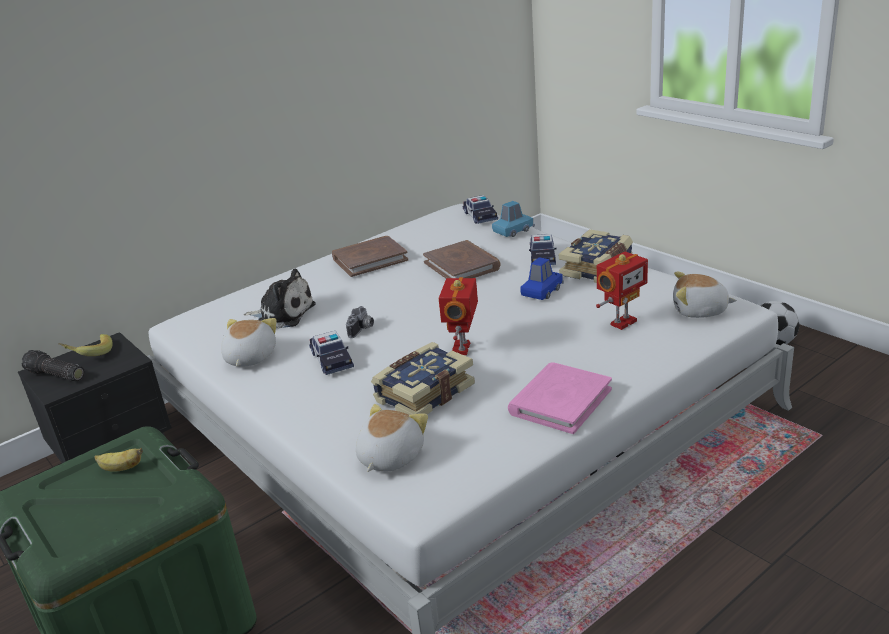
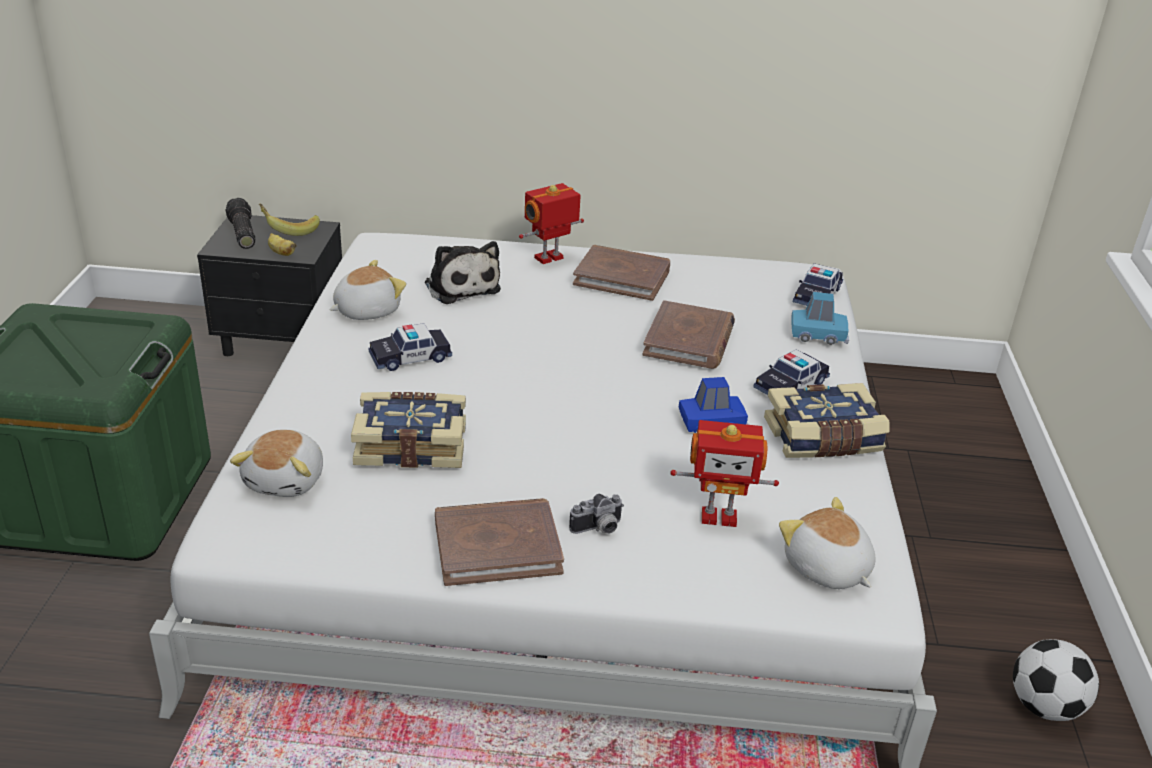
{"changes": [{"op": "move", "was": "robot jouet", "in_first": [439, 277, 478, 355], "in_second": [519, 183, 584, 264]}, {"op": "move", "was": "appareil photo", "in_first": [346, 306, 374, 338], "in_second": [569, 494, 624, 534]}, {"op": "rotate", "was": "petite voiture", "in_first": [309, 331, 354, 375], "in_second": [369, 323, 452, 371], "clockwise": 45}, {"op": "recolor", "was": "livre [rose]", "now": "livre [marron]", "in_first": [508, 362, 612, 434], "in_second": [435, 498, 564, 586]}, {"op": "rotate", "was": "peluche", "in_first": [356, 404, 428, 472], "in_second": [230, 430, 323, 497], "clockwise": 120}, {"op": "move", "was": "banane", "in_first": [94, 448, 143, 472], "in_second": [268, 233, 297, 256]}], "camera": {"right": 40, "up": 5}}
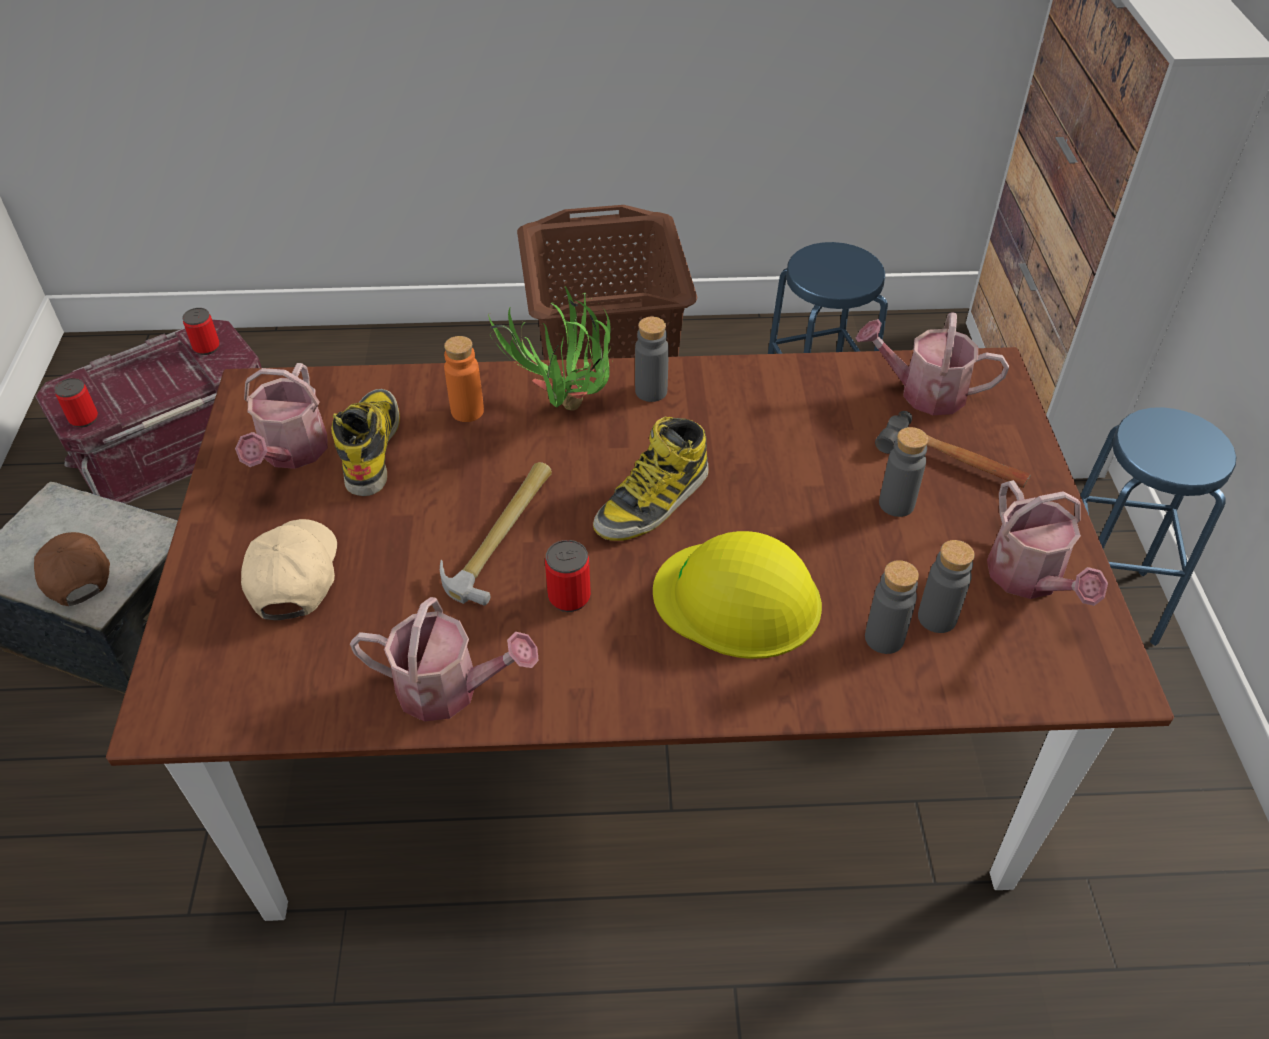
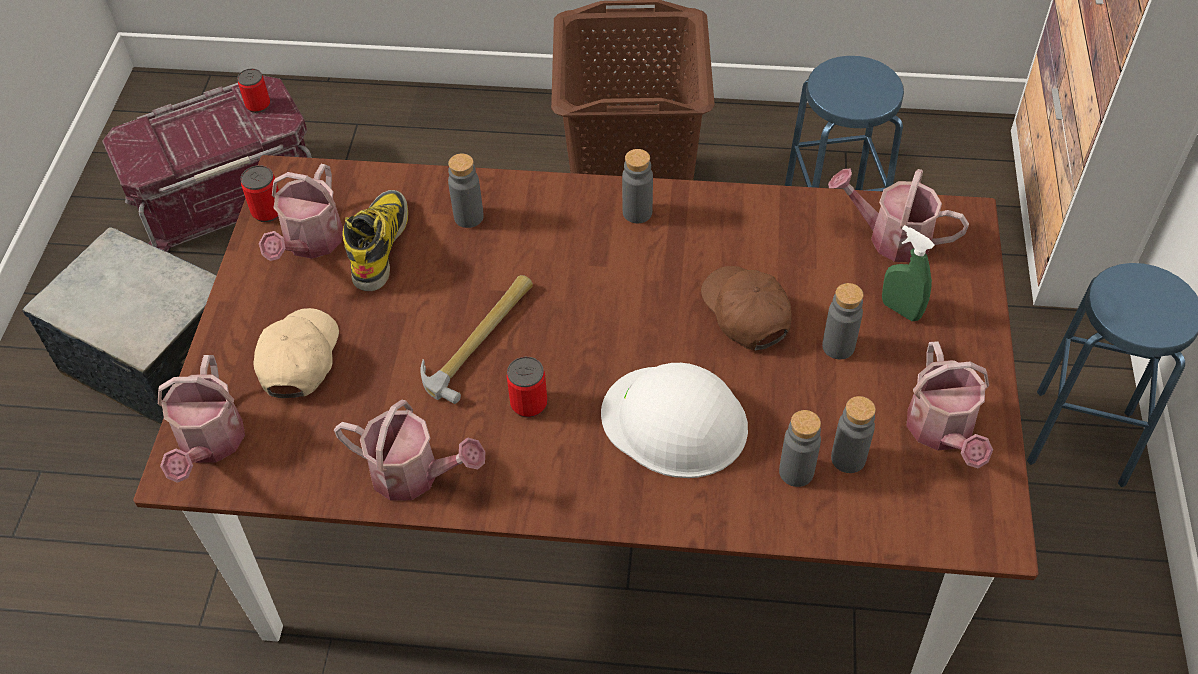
{"changes": [{"op": "delete", "was": "plante en pot", "in_first": [488, 286, 613, 411]}, {"op": "recolor", "was": "bouteille [orange]", "now": "bouteille [gris]", "in_first": [444, 336, 484, 422], "in_second": [448, 154, 484, 228]}, {"op": "move", "was": "boîte métallique", "in_first": [55, 378, 98, 428], "in_second": [240, 165, 279, 222]}, {"op": "replace", "was": "marteau", "now": "vaporisateur [vert]", "in_first": [875, 411, 1031, 488], "in_second": [882, 225, 935, 321]}, {"op": "delete", "was": "botte", "in_first": [593, 417, 708, 541]}, {"op": "recolor", "was": "casque de chantier [jaune]", "now": "casque de chantier [blanc]", "in_first": [653, 531, 822, 659], "in_second": [601, 363, 748, 478]}, {"op": "move", "was": "casquette [marron]", "in_first": [34, 532, 110, 606], "in_second": [701, 266, 792, 351]}, {"op": "insert", "now": "arrosoir", "in_second": [158, 355, 245, 483]}], "camera": {"right": 10, "up": 5}}
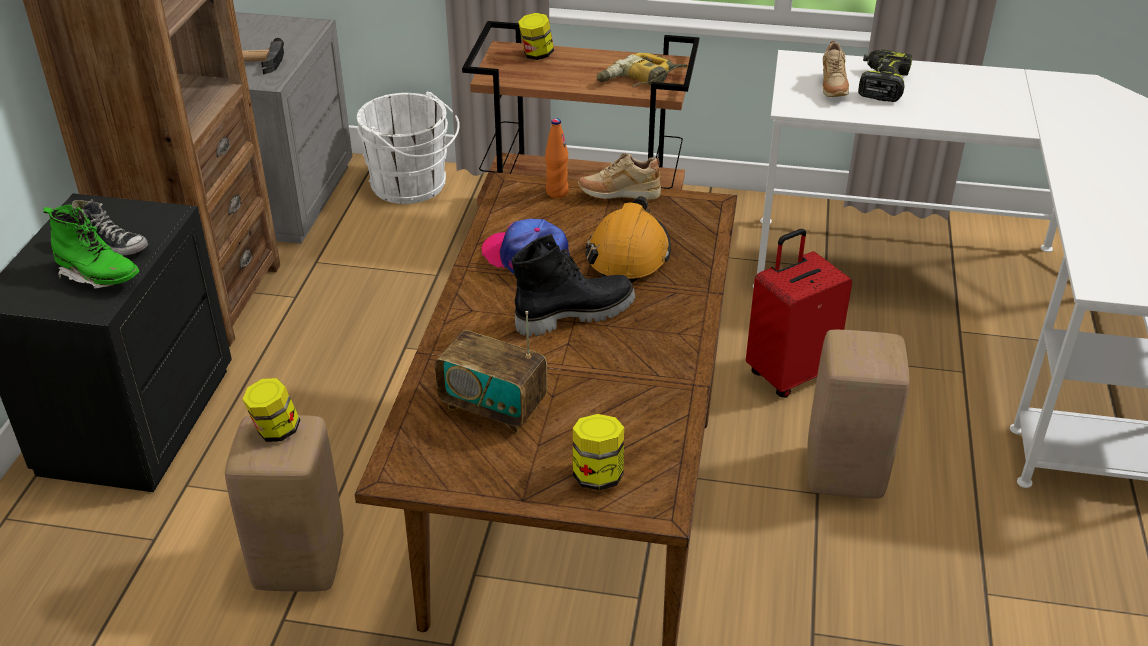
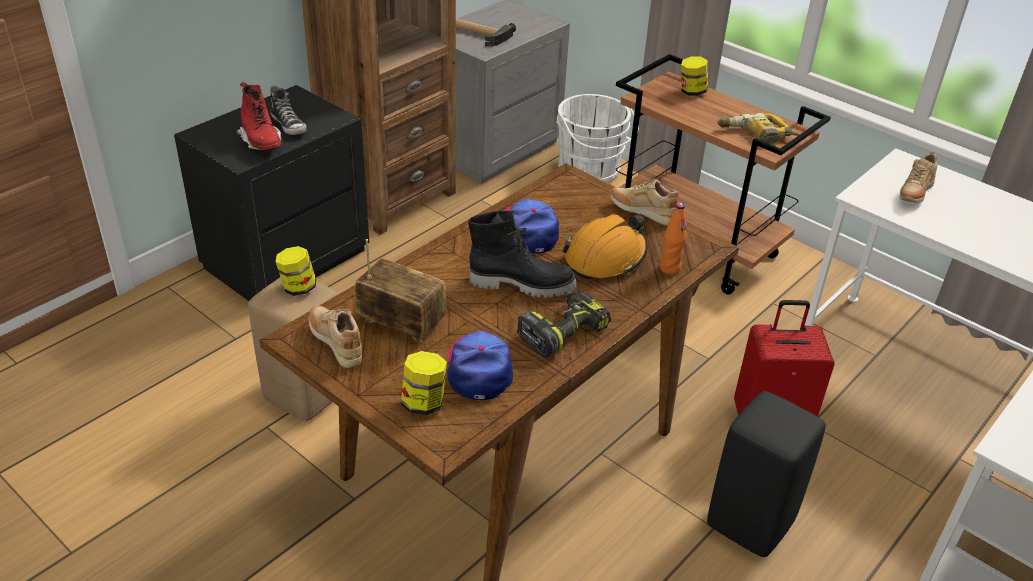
{"changes": [{"op": "move", "was": "perceuse", "in_first": [858, 49, 912, 102], "in_second": [517, 291, 611, 358]}, {"op": "move", "was": "bouteille [orange]", "in_first": [545, 118, 569, 198], "in_second": [660, 203, 687, 275]}, {"op": "recolor", "was": "botte [vert]", "now": "botte [rouge]", "in_first": [43, 204, 139, 289], "in_second": [237, 82, 281, 150]}, {"op": "rotate", "was": "radio", "in_first": [435, 311, 547, 433], "in_second": [354, 239, 446, 343], "clockwise": 150}, {"op": "recolor", "was": "tabouret [beige]", "now": "tabouret [noir]", "in_first": [807, 330, 910, 499], "in_second": [707, 391, 826, 557]}, {"op": "insert", "now": "chaussure [beige]", "in_second": [308, 305, 362, 368]}, {"op": "insert", "now": "casquette", "in_second": [447, 330, 513, 400]}], "camera": {"right": 30, "up": 0}}
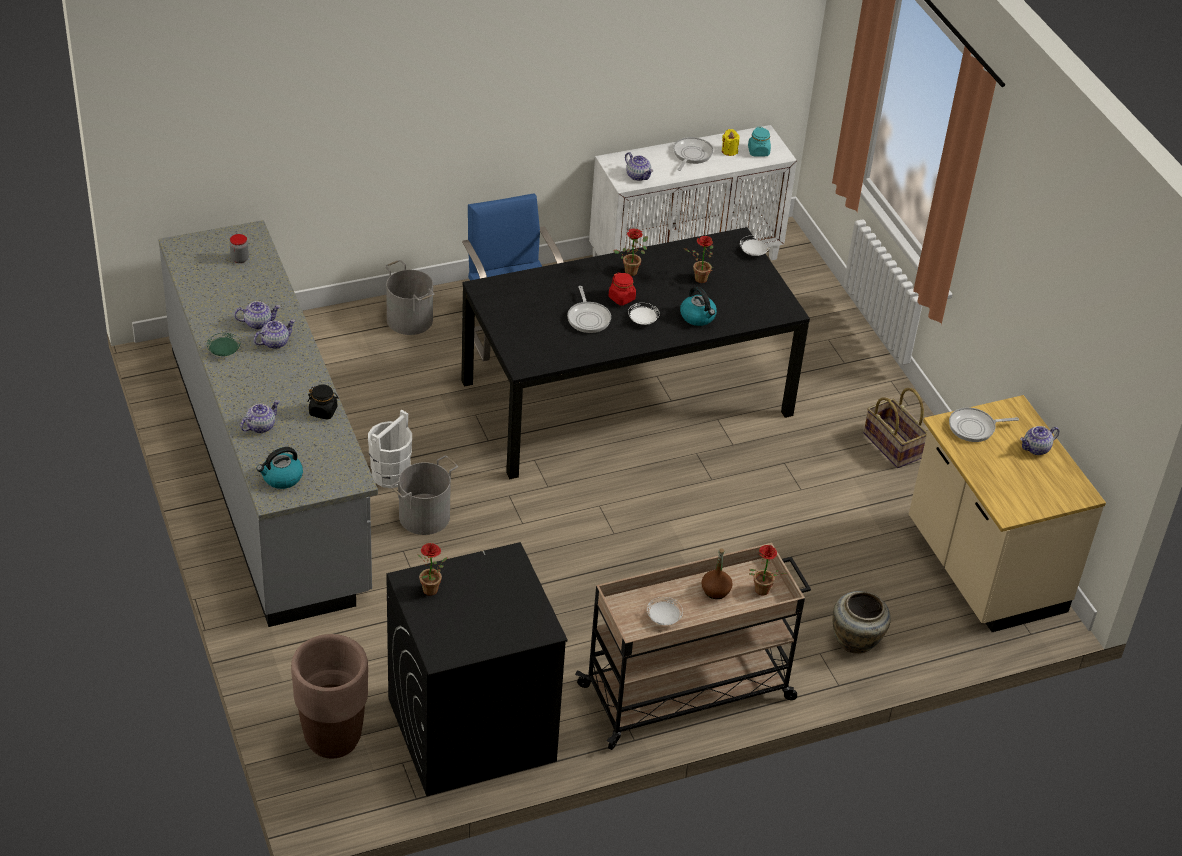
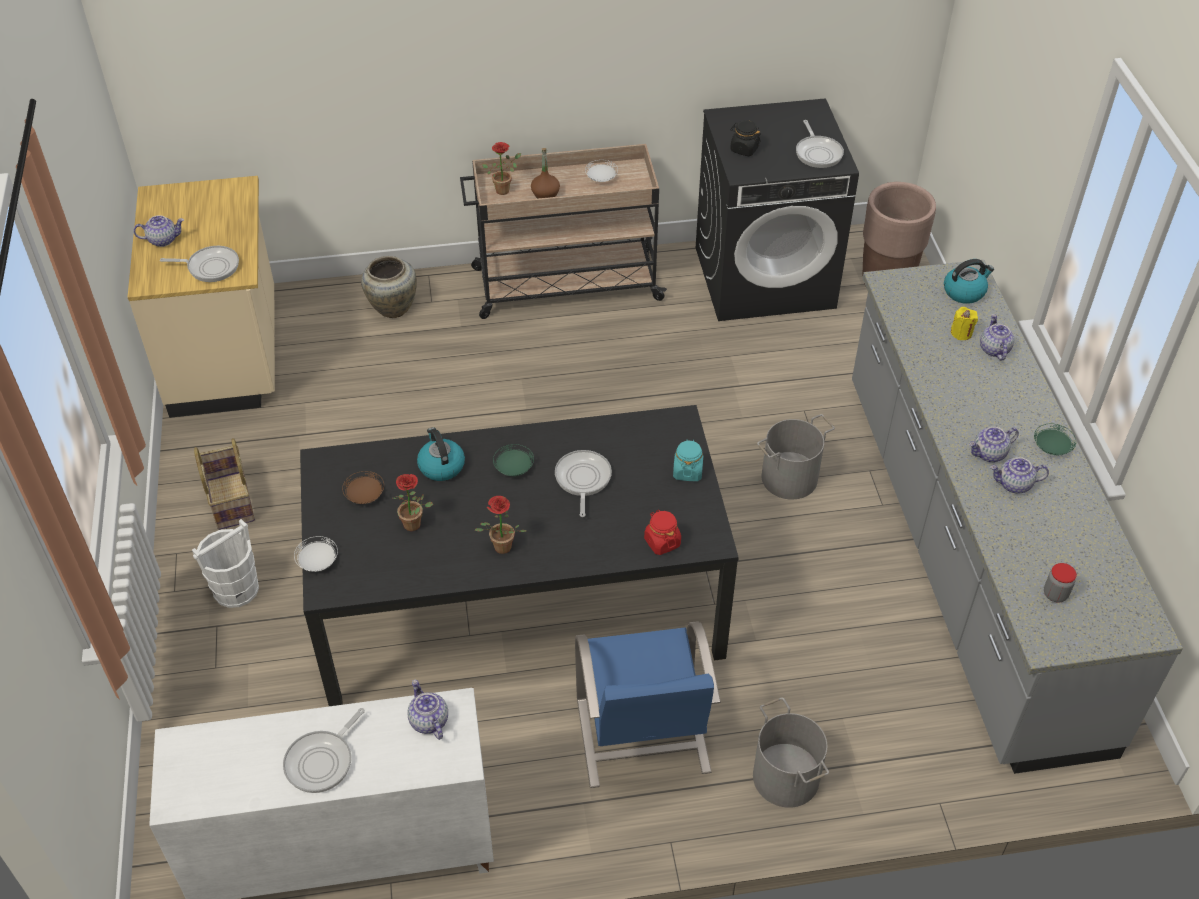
{"changes": [{"op": "move", "was": "bocal [turquoise]", "in_first": [748, 127, 771, 157], "in_second": [673, 439, 703, 481]}, {"op": "move", "was": "bougie [jaune]", "in_first": [722, 129, 739, 156], "in_second": [951, 307, 978, 340]}, {"op": "move", "was": "bocal [rouge]", "in_first": [609, 272, 636, 306], "in_second": [644, 510, 681, 555]}, {"op": "recolor", "was": "assiette [blanc]", "now": "assiette [vert]", "in_first": [628, 303, 660, 325], "in_second": [493, 444, 534, 476]}, {"op": "move", "was": "bocal [noir]", "in_first": [308, 384, 339, 420], "in_second": [730, 120, 761, 156]}, {"op": "rotate", "was": "théière", "in_first": [240, 400, 280, 433], "in_second": [980, 314, 1014, 361], "clockwise": 120}, {"op": "move", "was": "seau [blanc]", "in_first": [368, 410, 412, 488], "in_second": [192, 519, 259, 608]}, {"op": "replace", "was": "plante en pot", "now": "poêle", "in_first": [418, 543, 447, 596], "in_second": [796, 120, 844, 168]}, {"op": "insert", "now": "assiette [marron]", "in_second": [342, 471, 384, 504]}], "camera": {"right": -165, "up": 5}}
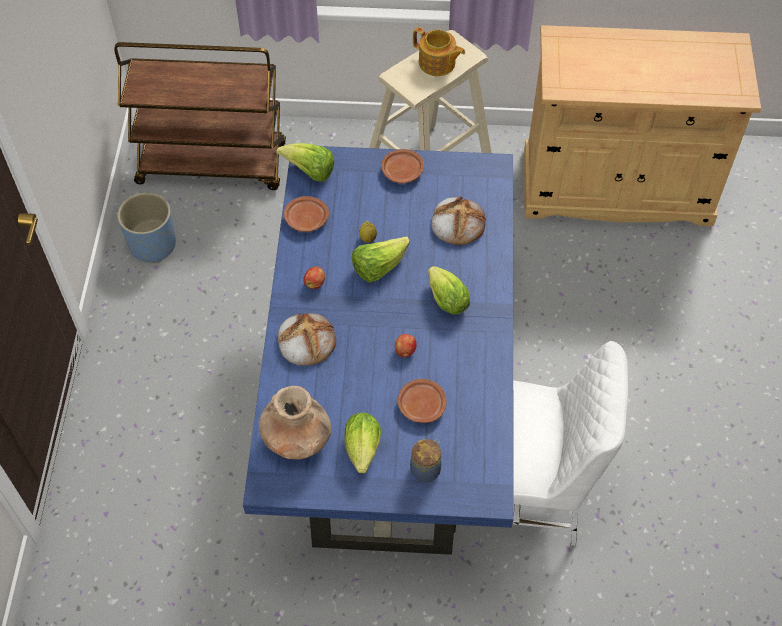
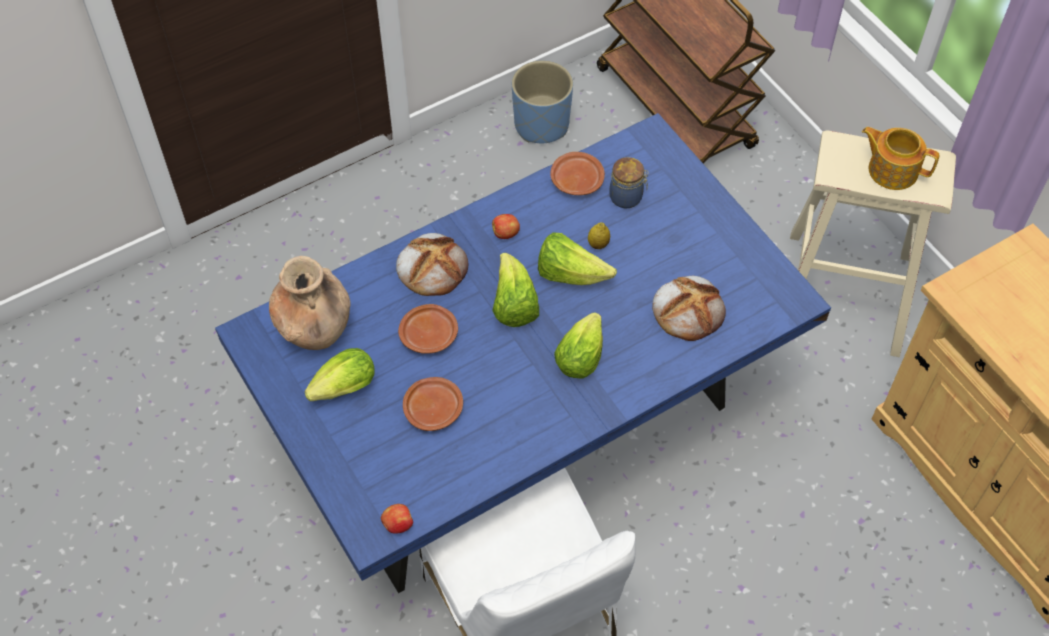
{"changes": [{"op": "rotate", "was": "théière", "in_first": [413, 27, 465, 76], "in_second": [862, 127, 939, 190], "clockwise": 120}, {"op": "move", "was": "laitue", "in_first": [276, 143, 335, 182], "in_second": [492, 253, 539, 327]}, {"op": "move", "was": "assiette [marron]", "in_first": [381, 149, 424, 183], "in_second": [398, 304, 458, 354]}, {"op": "move", "was": "pomme", "in_first": [395, 334, 417, 357], "in_second": [381, 504, 413, 534]}, {"op": "move", "was": "bocal", "in_first": [410, 439, 441, 483], "in_second": [609, 157, 649, 208]}], "camera": {"right": 55, "up": 0}}
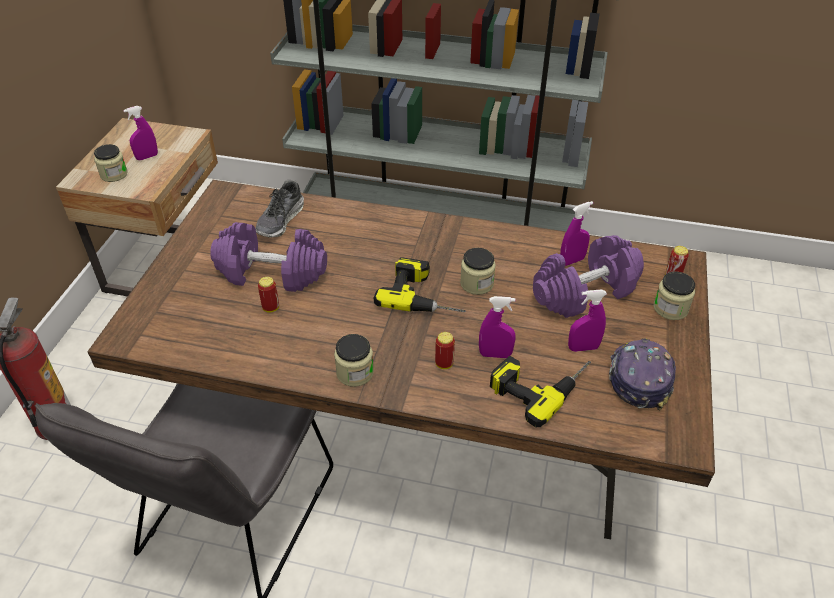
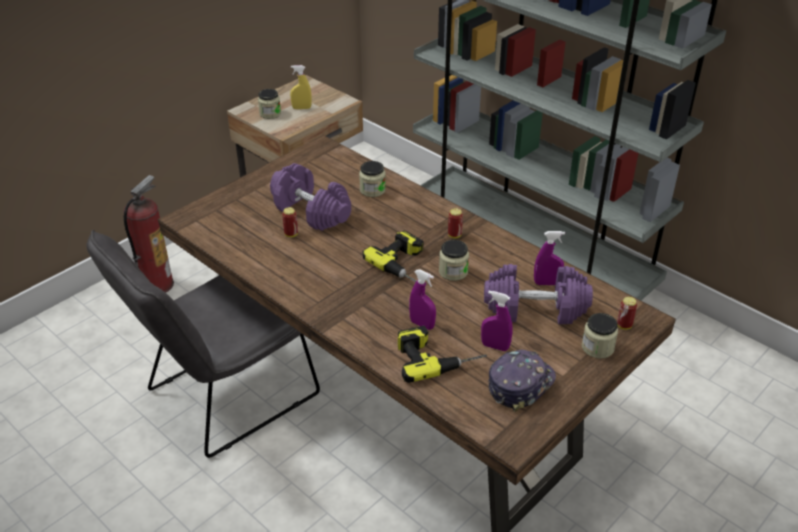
{"changes": [{"op": "recolor", "was": "vaporisateur [violet]", "now": "vaporisateur [jaune]", "in_first": [123, 106, 158, 160], "in_second": [290, 65, 312, 109]}, {"op": "delete", "was": "chaussure", "in_first": [255, 180, 304, 238]}, {"op": "move", "was": "boîte métallique", "in_first": [435, 332, 455, 369], "in_second": [448, 208, 463, 238]}, {"op": "move", "was": "bocal", "in_first": [334, 334, 374, 387], "in_second": [359, 161, 386, 197]}], "camera": {"right": 30, "up": -5}}
